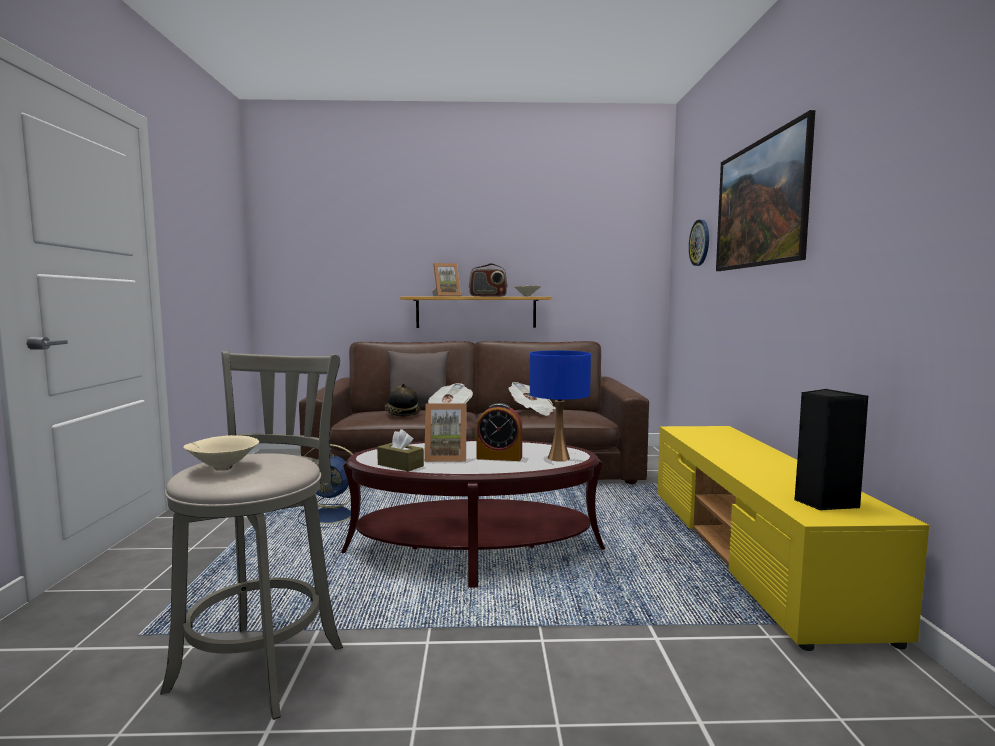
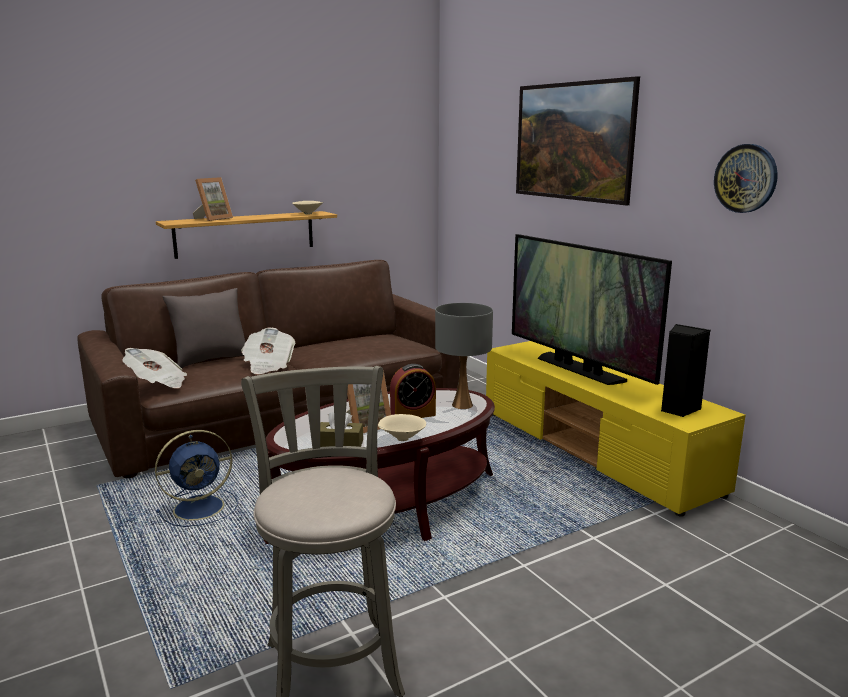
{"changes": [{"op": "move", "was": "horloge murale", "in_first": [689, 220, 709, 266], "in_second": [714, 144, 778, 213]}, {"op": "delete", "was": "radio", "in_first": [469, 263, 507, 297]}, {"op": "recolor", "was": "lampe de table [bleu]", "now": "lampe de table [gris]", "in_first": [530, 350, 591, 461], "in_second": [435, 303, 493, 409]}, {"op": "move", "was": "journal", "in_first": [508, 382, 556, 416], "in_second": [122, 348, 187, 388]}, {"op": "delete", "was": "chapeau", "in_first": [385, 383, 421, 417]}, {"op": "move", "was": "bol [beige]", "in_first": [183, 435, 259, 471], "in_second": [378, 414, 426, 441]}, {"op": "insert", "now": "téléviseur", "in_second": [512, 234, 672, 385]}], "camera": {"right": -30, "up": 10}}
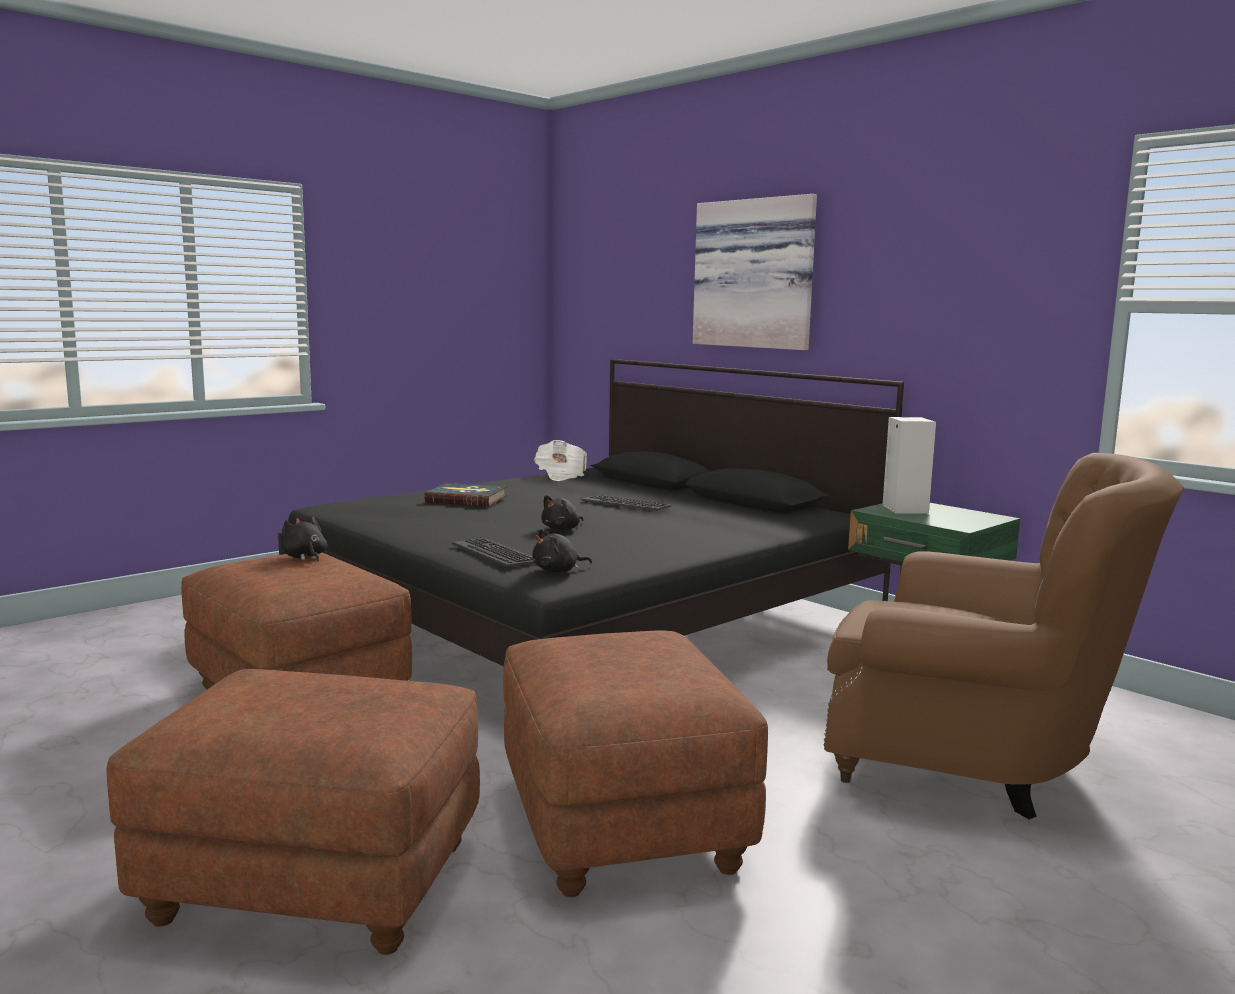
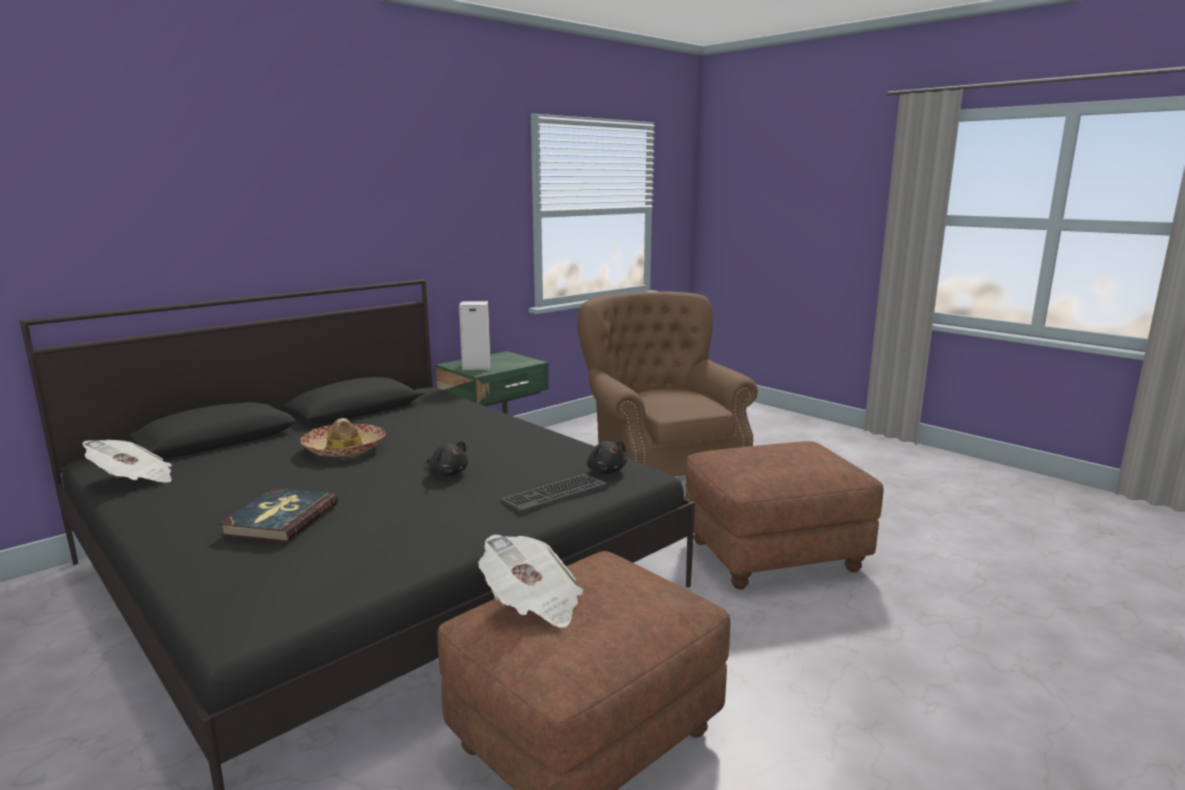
{"changes": [{"op": "delete", "was": "tableau", "in_first": [693, 194, 817, 350]}, {"op": "rotate", "was": "fauteuil [marron]", "in_first": [824, 453, 1184, 819], "in_second": [577, 291, 758, 476], "clockwise": -45}, {"op": "replace", "was": "clavier", "now": "chapeau", "in_first": [581, 495, 672, 511], "in_second": [300, 418, 386, 457]}, {"op": "replace", "was": "peluche [noir]", "now": "journal", "in_first": [281, 516, 328, 562], "in_second": [478, 535, 583, 628]}, {"op": "delete", "was": "pouf [marron]", "in_first": [107, 669, 480, 955]}], "camera": {"right": -90, "up": 5}}
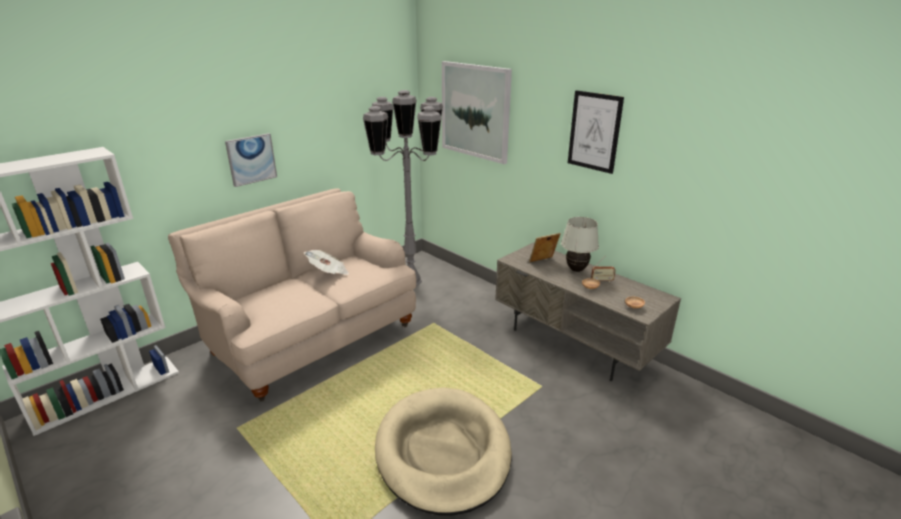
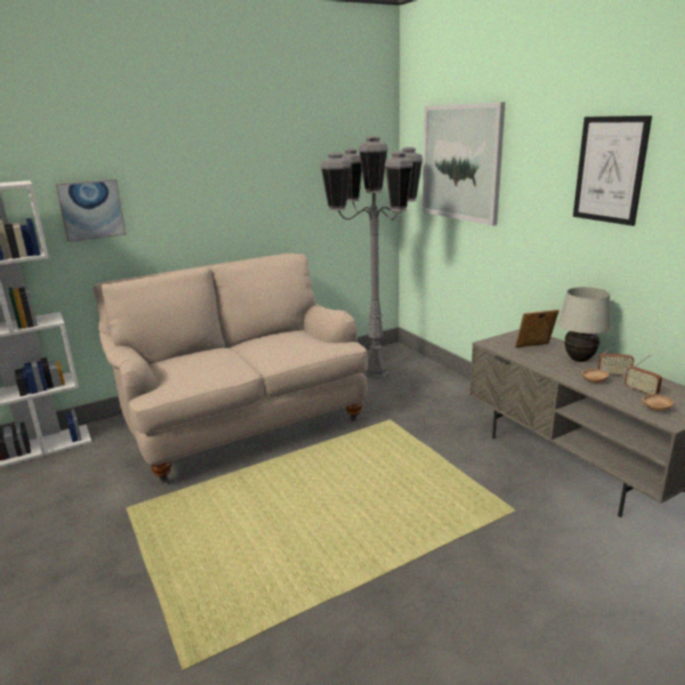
{"changes": [{"op": "move", "was": "tableau", "in_first": [225, 133, 277, 187], "in_second": [55, 179, 126, 242]}, {"op": "delete", "was": "journal", "in_first": [304, 250, 349, 275]}, {"op": "delete", "was": "panier pour chien [beige]", "in_first": [375, 387, 512, 516]}, {"op": "insert", "now": "radio", "in_second": [625, 354, 662, 395]}], "camera": {"right": 15, "up": -5}}
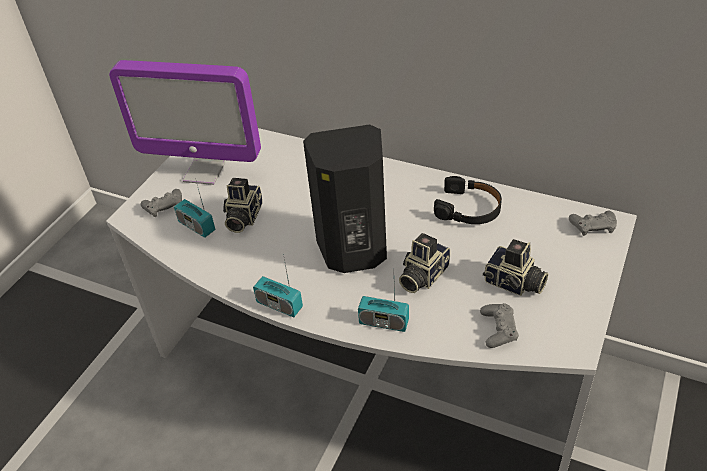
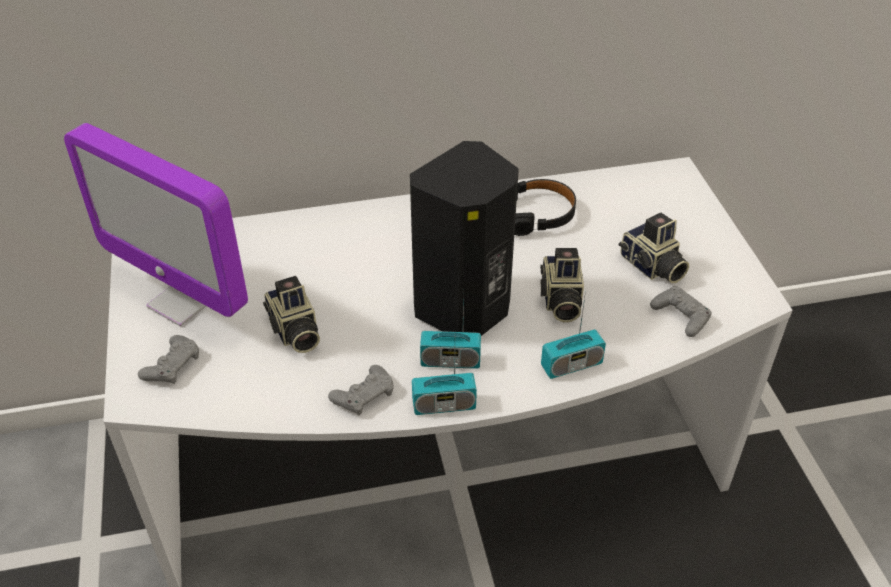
{"changes": [{"op": "rotate", "was": "écran d'ordinateur", "in_first": [109, 60, 261, 185], "in_second": [64, 123, 248, 326], "clockwise": 60}, {"op": "move", "was": "radio", "in_first": [174, 178, 215, 238], "in_second": [420, 294, 481, 369]}, {"op": "move", "was": "manette [gris]", "in_first": [569, 210, 617, 236], "in_second": [328, 365, 394, 416]}, {"op": "rotate", "was": "appareil photo", "in_first": [483, 239, 548, 296], "in_second": [619, 213, 689, 283], "clockwise": 60}], "camera": {"right": -40, "up": 0}}
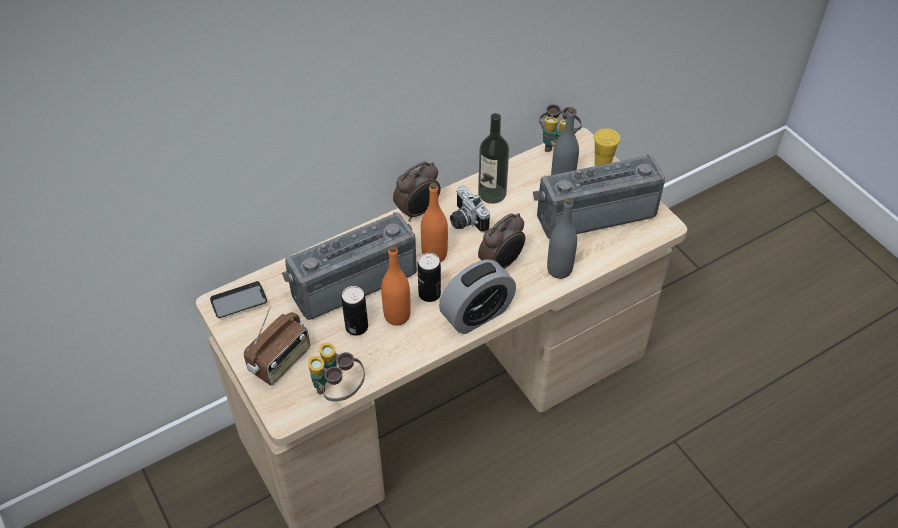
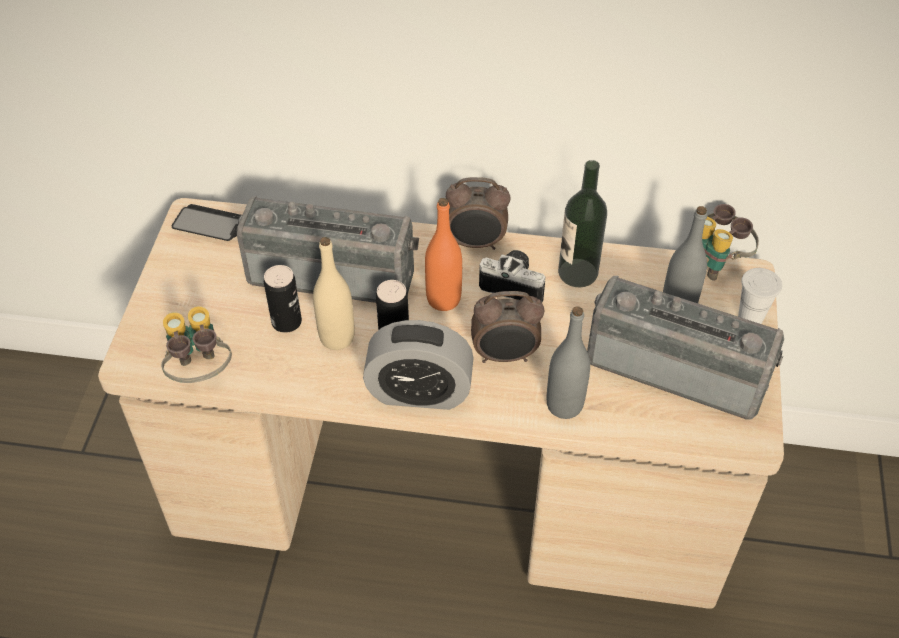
{"changes": [{"op": "recolor", "was": "tasse [jaune]", "now": "tasse [blanc]", "in_first": [594, 128, 620, 166], "in_second": [738, 268, 782, 324]}, {"op": "rotate", "was": "appareil photo", "in_first": [450, 185, 490, 232], "in_second": [479, 250, 545, 302], "clockwise": 105}, {"op": "recolor", "was": "bouteille [orange]", "now": "bouteille [beige]", "in_first": [381, 245, 411, 326], "in_second": [313, 237, 355, 350]}, {"op": "delete", "was": "radio", "in_first": [244, 306, 310, 386]}], "camera": {"right": 40, "up": 0}}
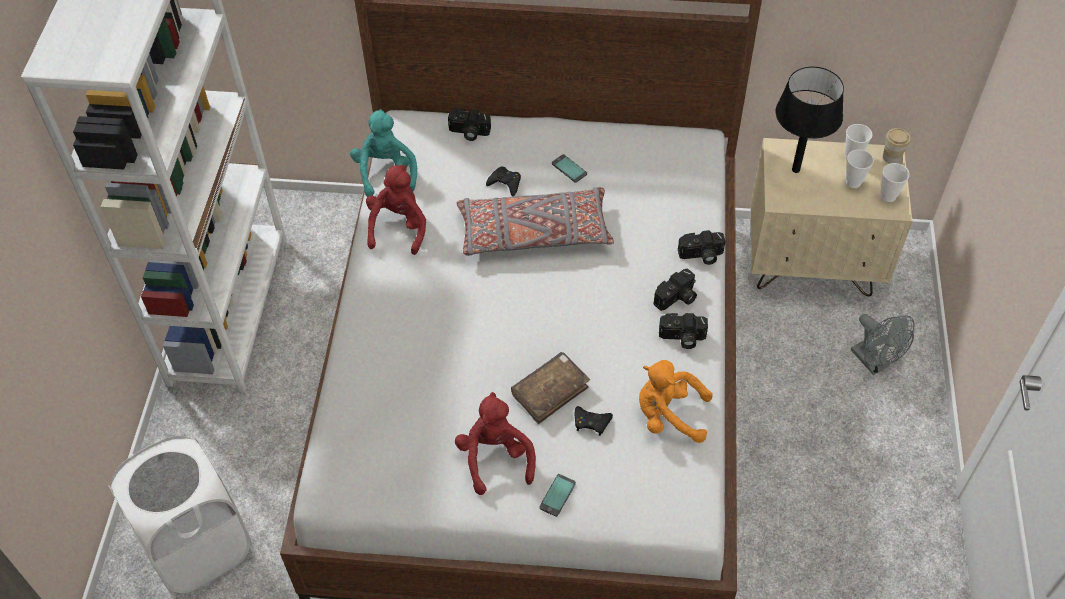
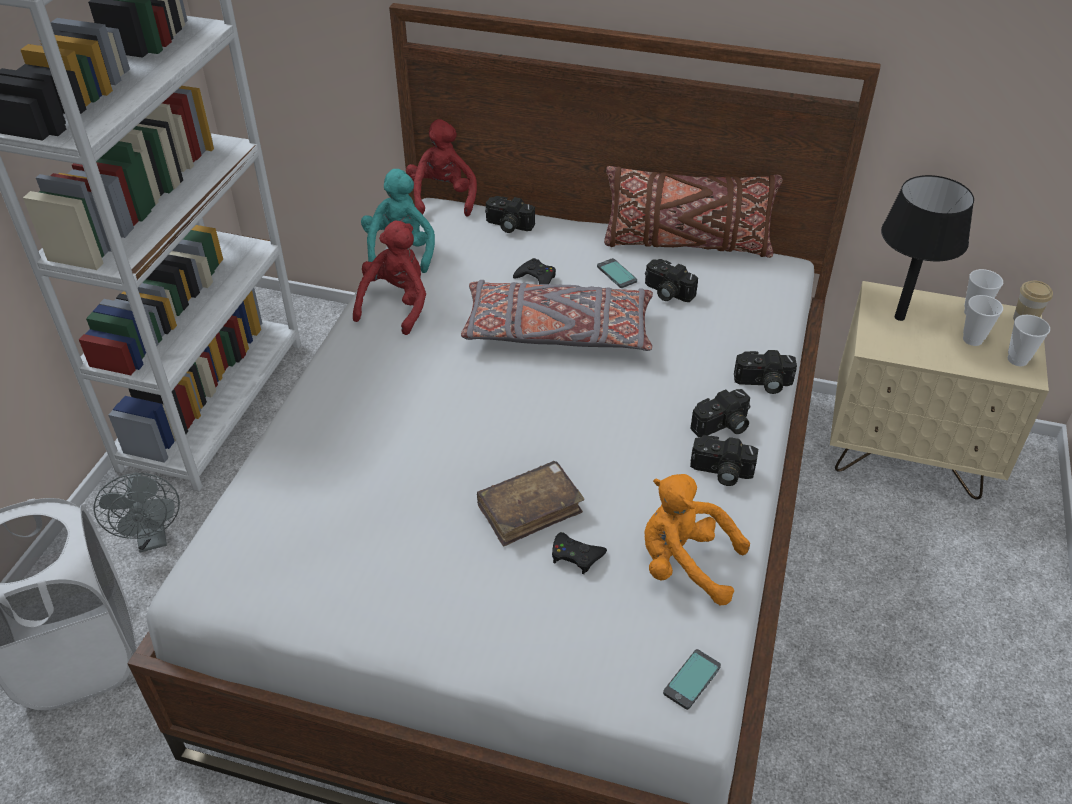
{"changes": [{"op": "move", "was": "ventilateur [gris]", "in_first": [851, 314, 915, 375], "in_second": [94, 472, 180, 553]}, {"op": "move", "was": "peluche [rouge]", "in_first": [455, 392, 536, 495], "in_second": [406, 119, 477, 217]}, {"op": "move", "was": "téléphone", "in_first": [539, 474, 576, 517], "in_second": [663, 649, 721, 710]}, {"op": "insert", "now": "coussin [marron]", "in_second": [604, 166, 783, 258]}, {"op": "insert", "now": "appareil photo", "in_second": [645, 259, 698, 302]}], "camera": {"right": 10, "up": -10}}
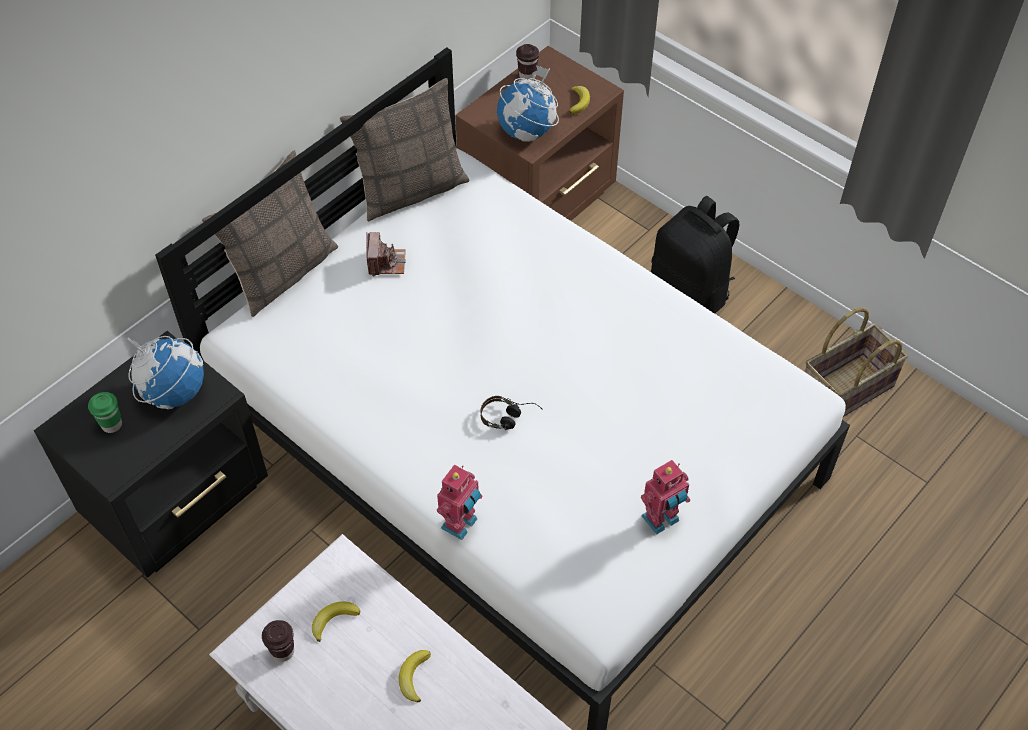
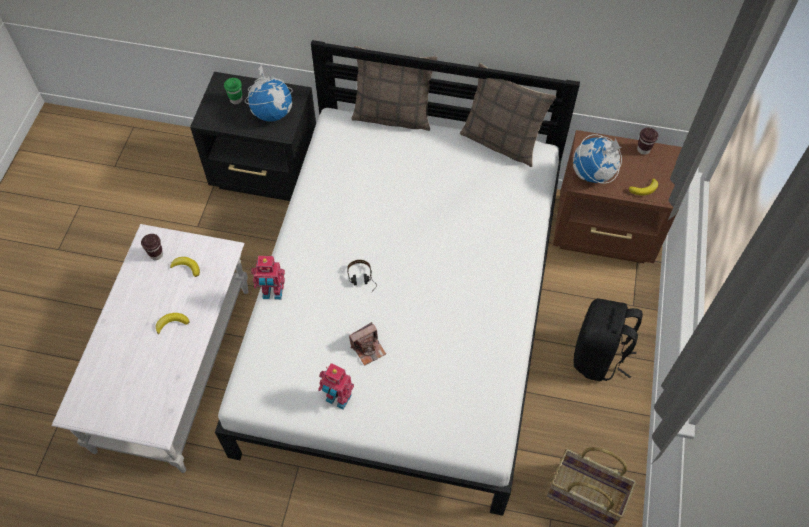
{"changes": [{"op": "move", "was": "appareil photo", "in_first": [367, 232, 406, 276], "in_second": [349, 322, 386, 366]}], "camera": {"right": 60, "up": 5}}
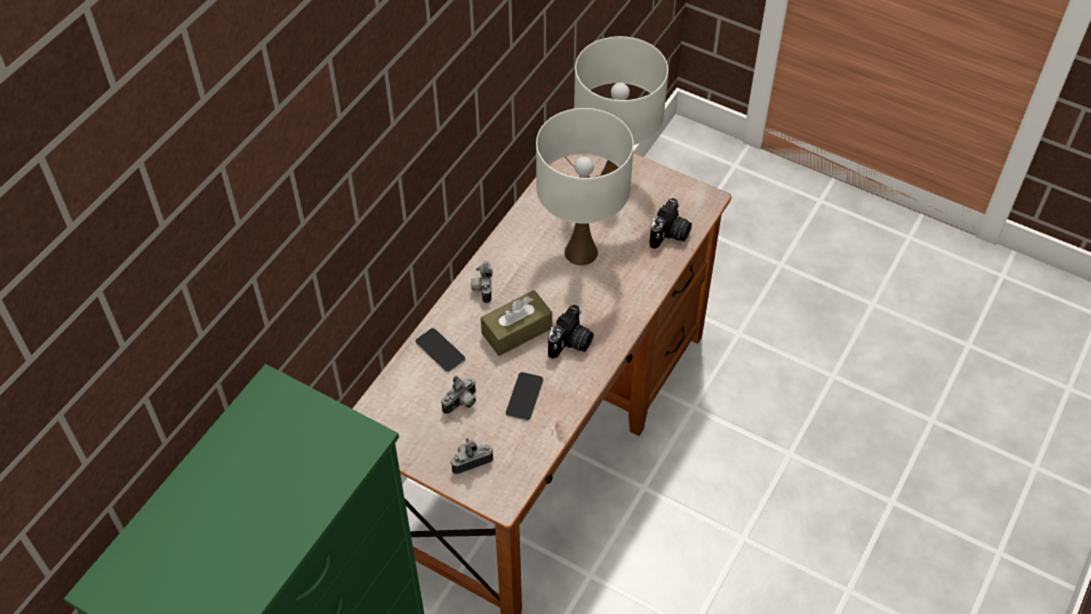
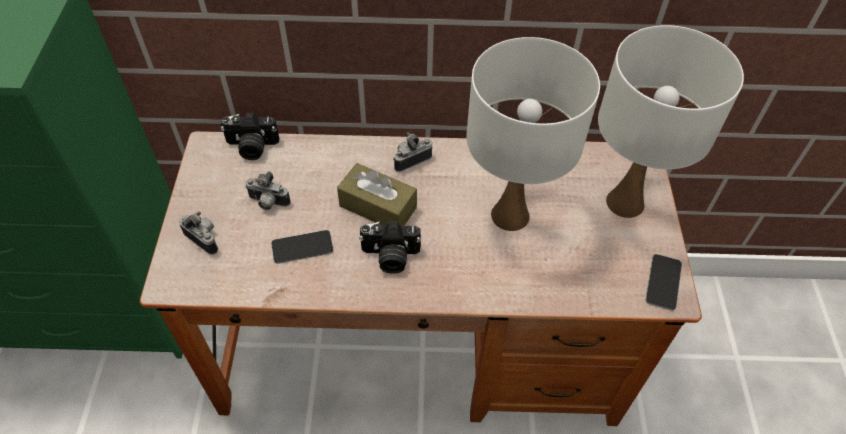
{"changes": [{"op": "move", "was": "appareil photo", "in_first": [649, 198, 692, 249], "in_second": [221, 112, 279, 160]}, {"op": "move", "was": "téléphone", "in_first": [416, 328, 465, 372], "in_second": [646, 254, 682, 311]}], "camera": {"right": 60, "up": 0}}
